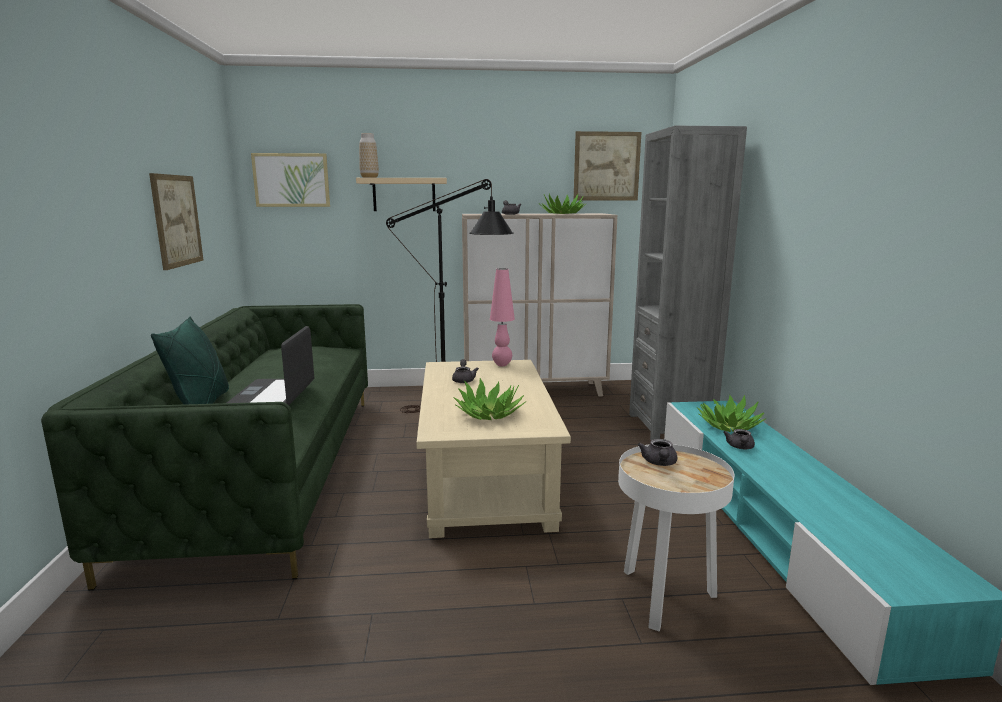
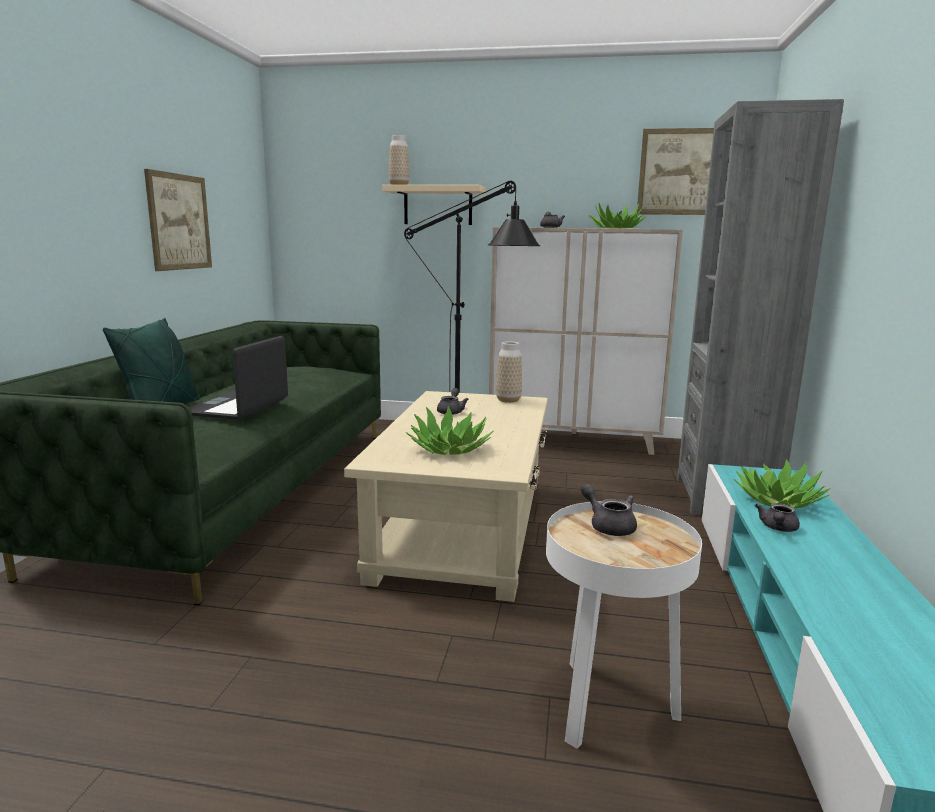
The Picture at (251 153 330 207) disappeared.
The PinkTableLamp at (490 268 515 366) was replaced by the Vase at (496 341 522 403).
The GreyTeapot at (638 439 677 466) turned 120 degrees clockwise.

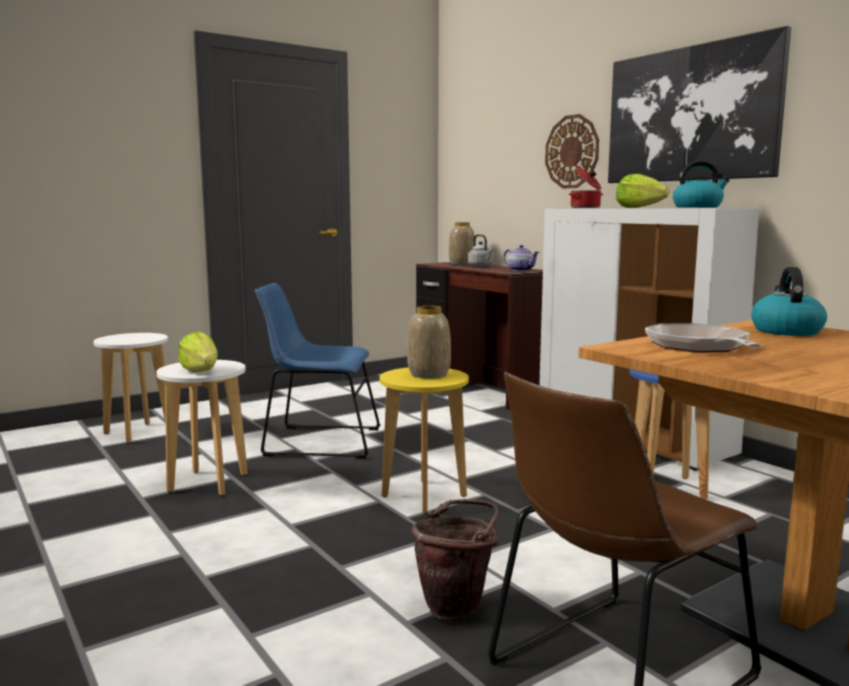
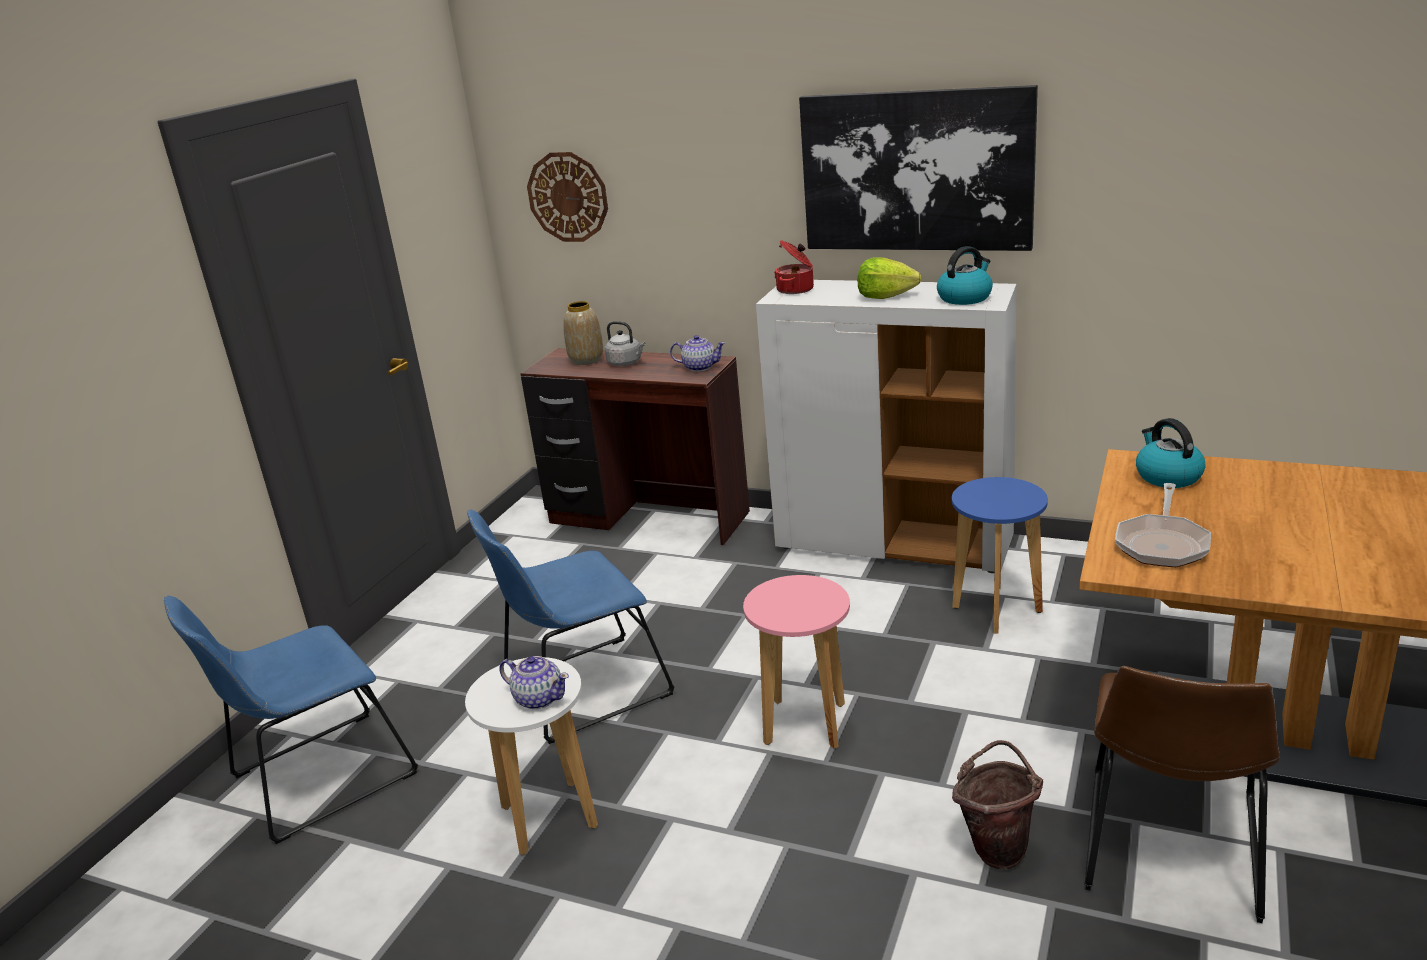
The Vase at (407 306 451 379) disappeared.
The WallClock moved from (545 114 599 189) to (527 152 608 242).
The WhiteStool at (93 333 168 443) was replaced by the BlueChair at (164 596 418 844).
The Lettuce at (178 332 218 372) was replaced by the Teapot at (499 656 569 709).
The YellowStool at (380 367 469 514) became the PinkStool at (743 575 850 749).
The FryingPan at (645 323 762 353) turned 120 degrees counterclockwise.

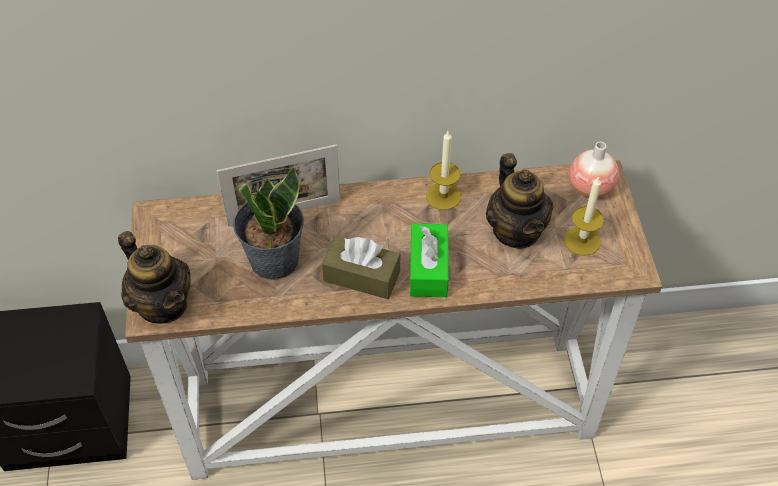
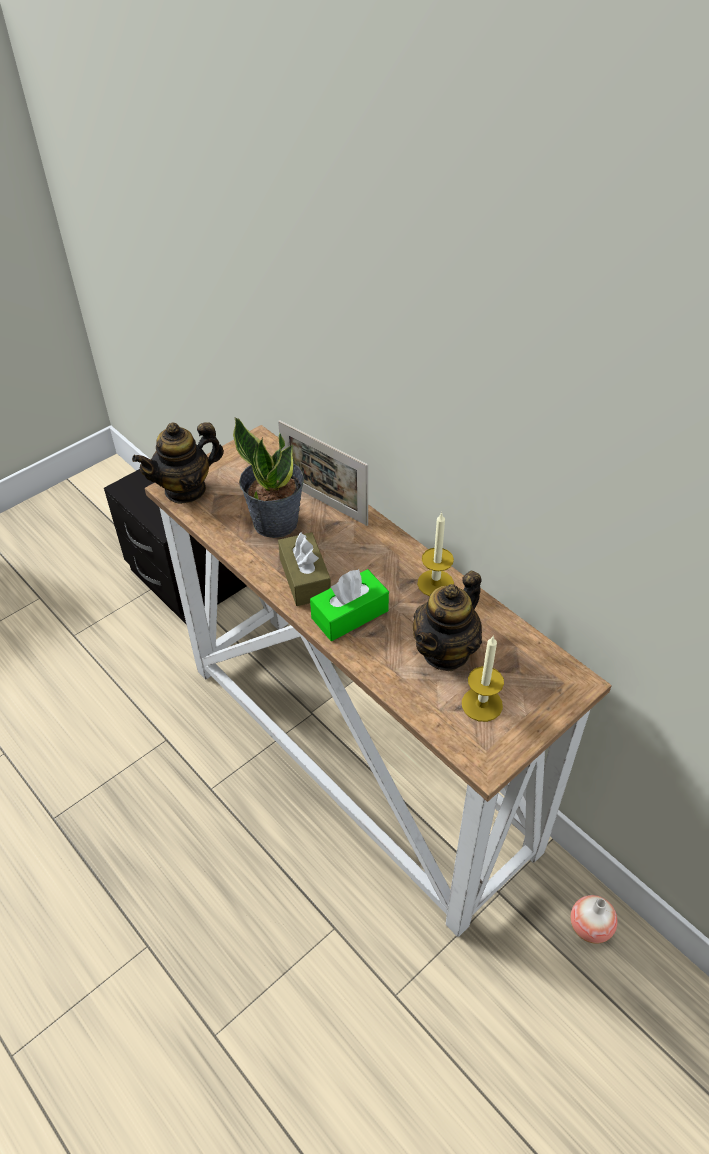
The Vase moved from (569 142 619 197) to (571 895 618 944).
The Teapot at (118 231 191 324) turned 45 degrees clockwise.

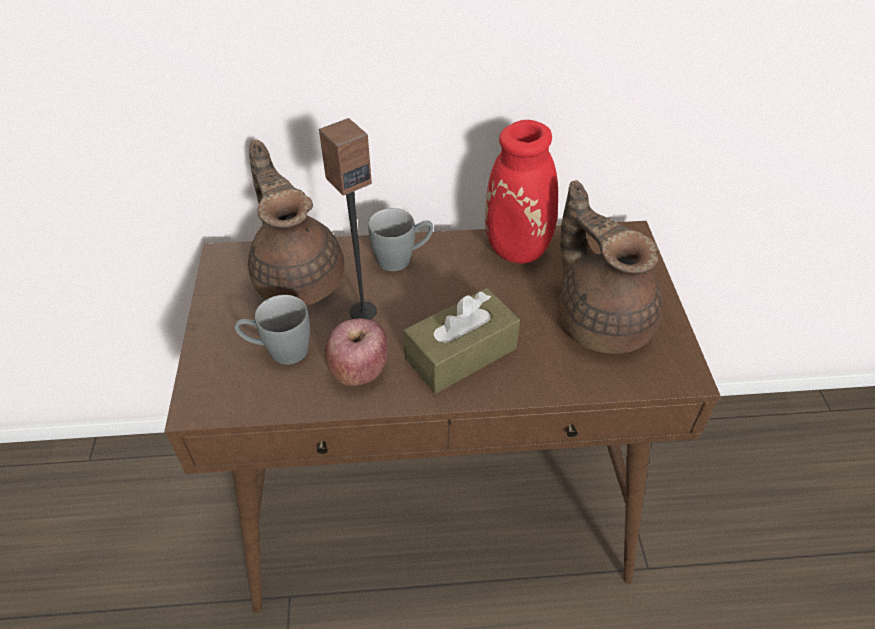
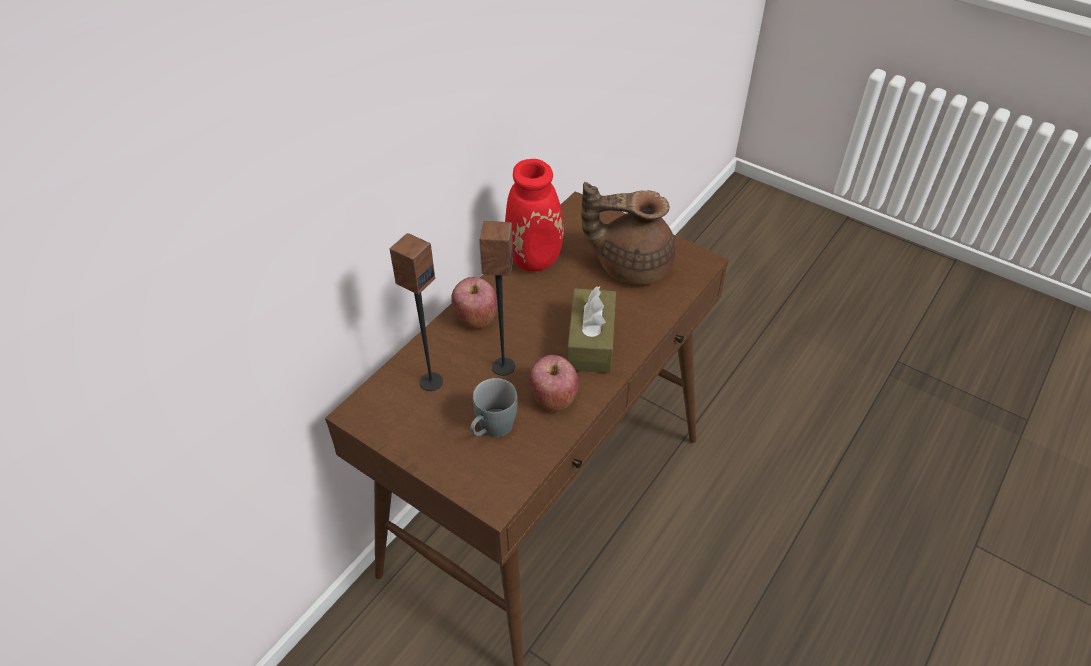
The BrownTeapot at (248 140 344 306) was replaced by the Speaker at (389 233 443 391).
The GreyMug at (368 208 433 271) was replaced by the Apple at (451 277 498 329).

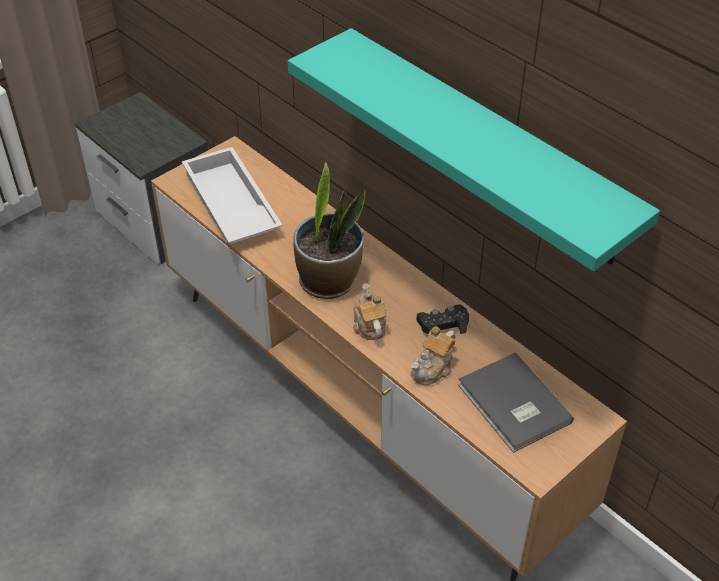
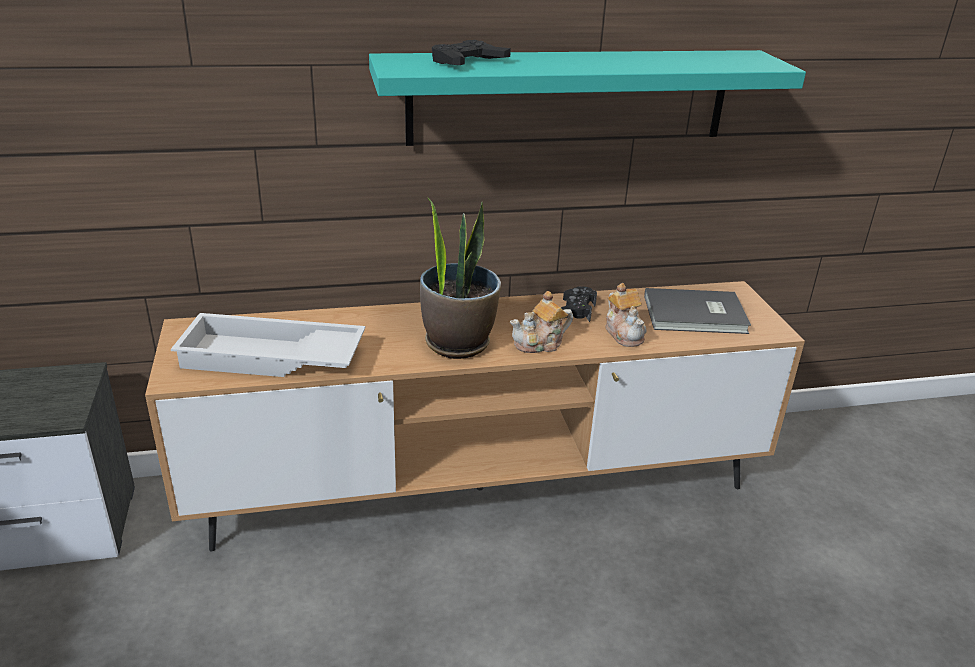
The BlackGameController at (432 40 511 65) appeared.
The Teapot at (353 283 387 340) turned 45 degrees counterclockwise.

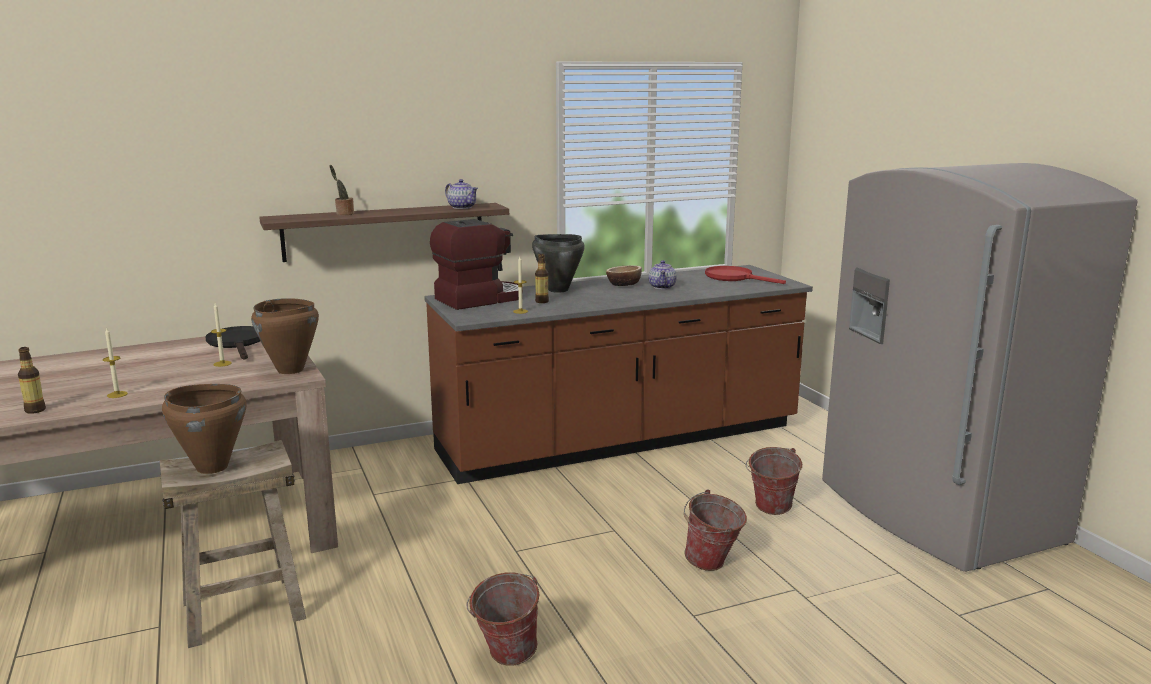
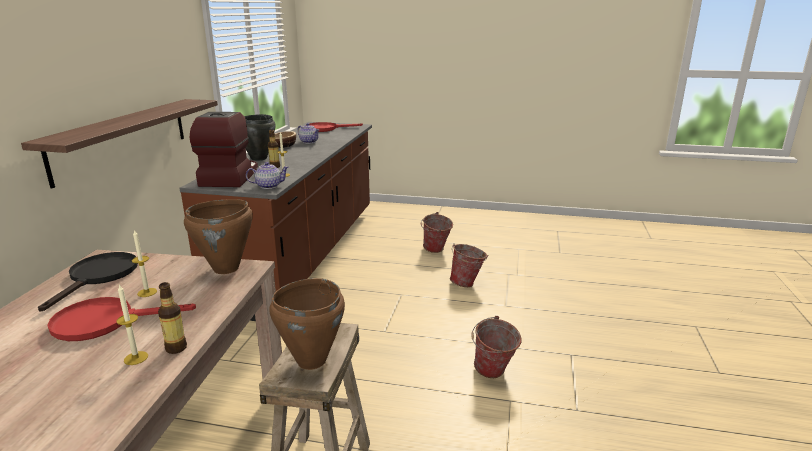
The PottedPlant at (330 165 354 215) disappeared.
The GreyFridge at (822 163 1138 572) disappeared.
The RedFryingPan at (47 297 196 341) appeared.
The Bottle moved from (18 347 46 414) to (158 282 187 354).
The Teapot moved from (445 179 478 209) to (246 162 289 189).
The BlackFryingPan at (206 326 260 360) turned 90 degrees clockwise.

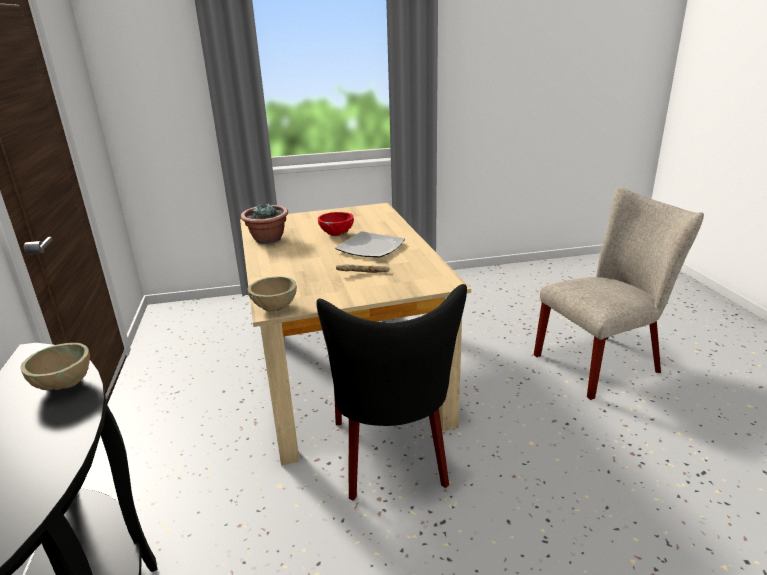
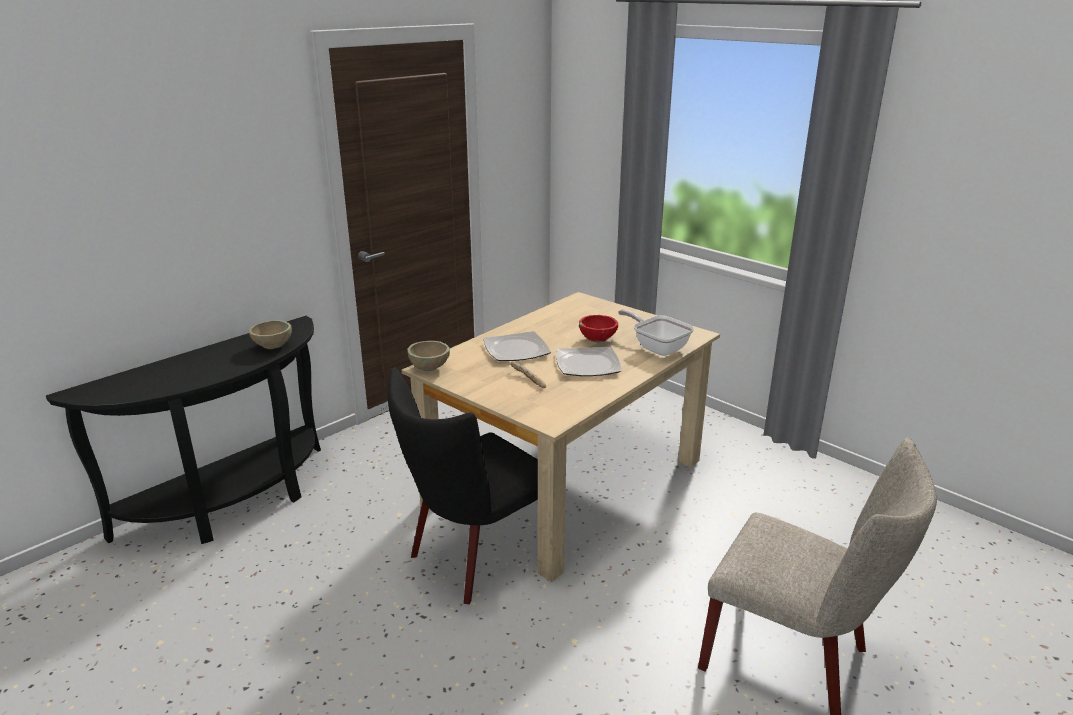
The PottedPlant at (241 203 288 244) disappeared.
The Plate at (483 331 551 361) appeared.
The FryingPan at (618 309 694 356) appeared.

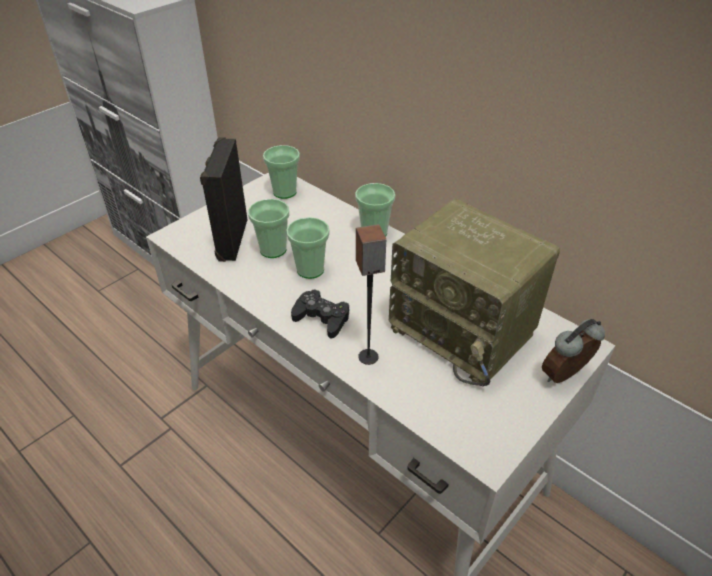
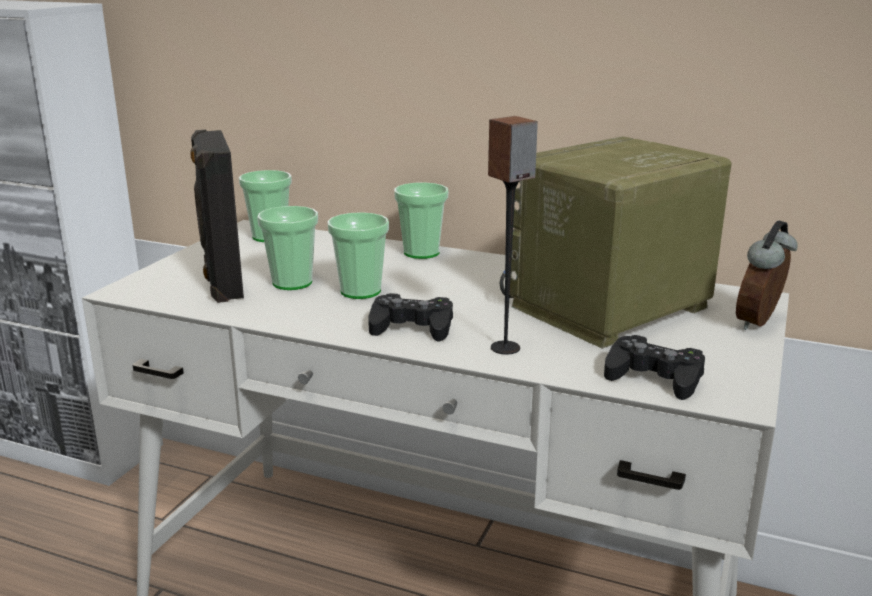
The BlackGameController at (604 335 705 400) appeared.
The Radio at (389 199 560 387) turned 120 degrees clockwise.

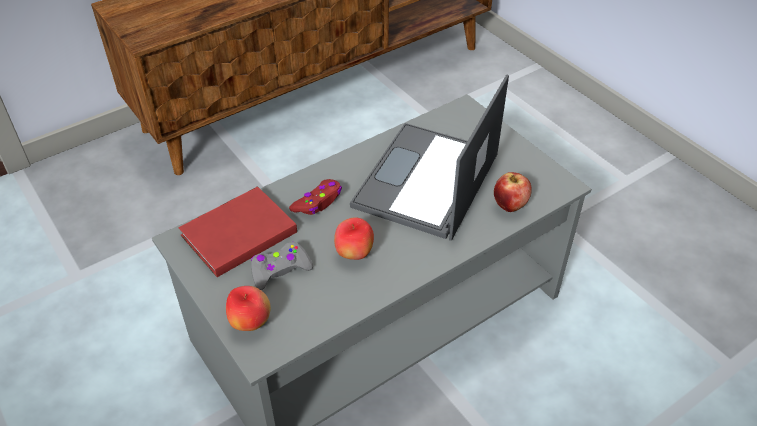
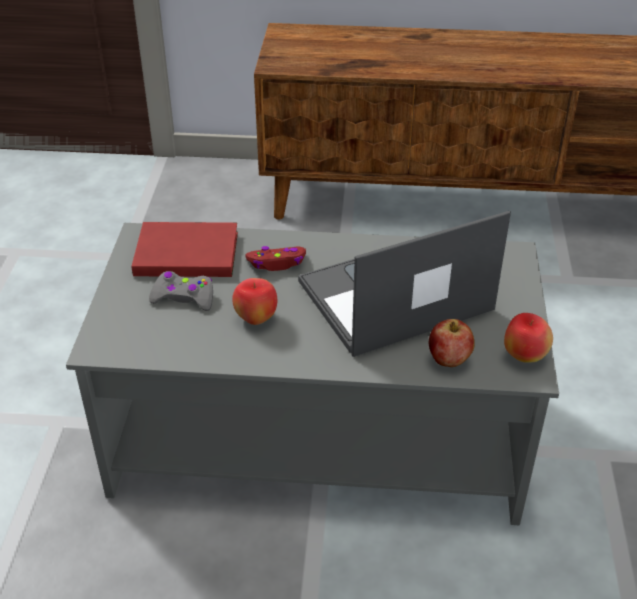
The Apple moved from (226 286 271 331) to (504 313 553 363).

